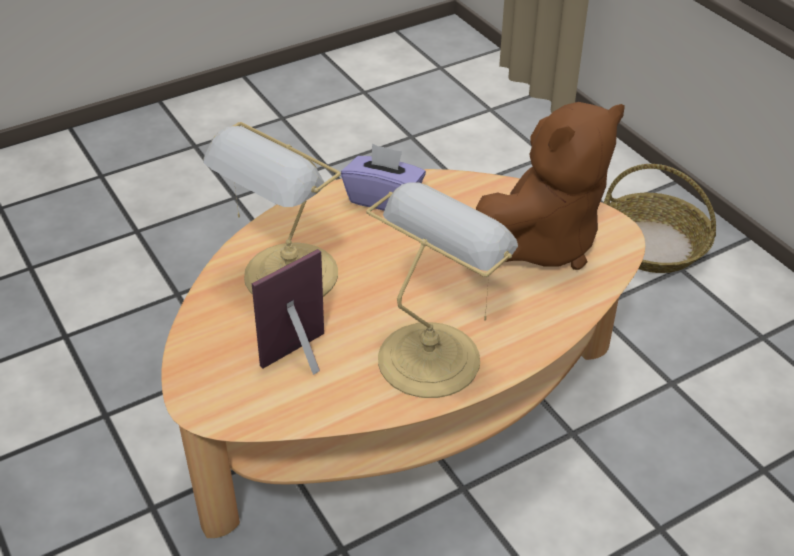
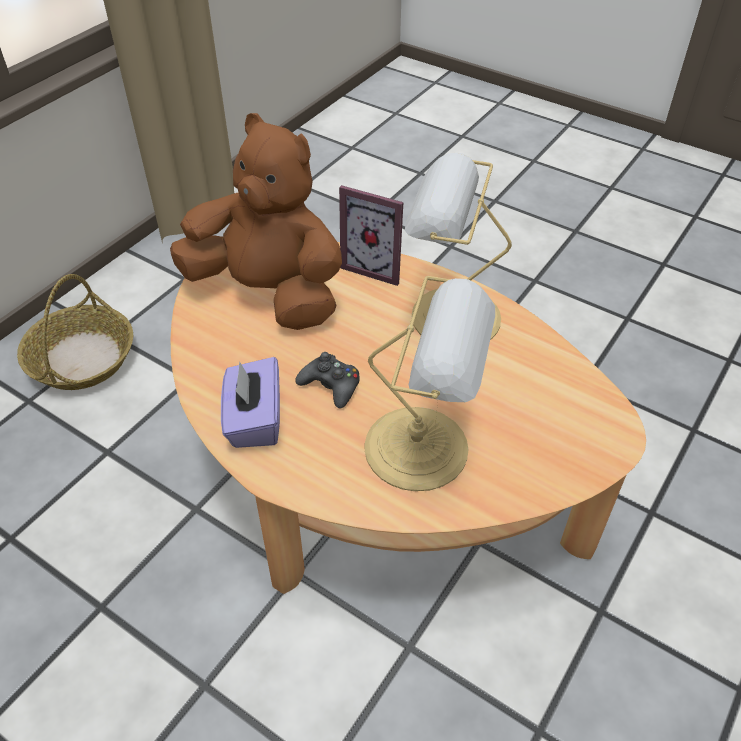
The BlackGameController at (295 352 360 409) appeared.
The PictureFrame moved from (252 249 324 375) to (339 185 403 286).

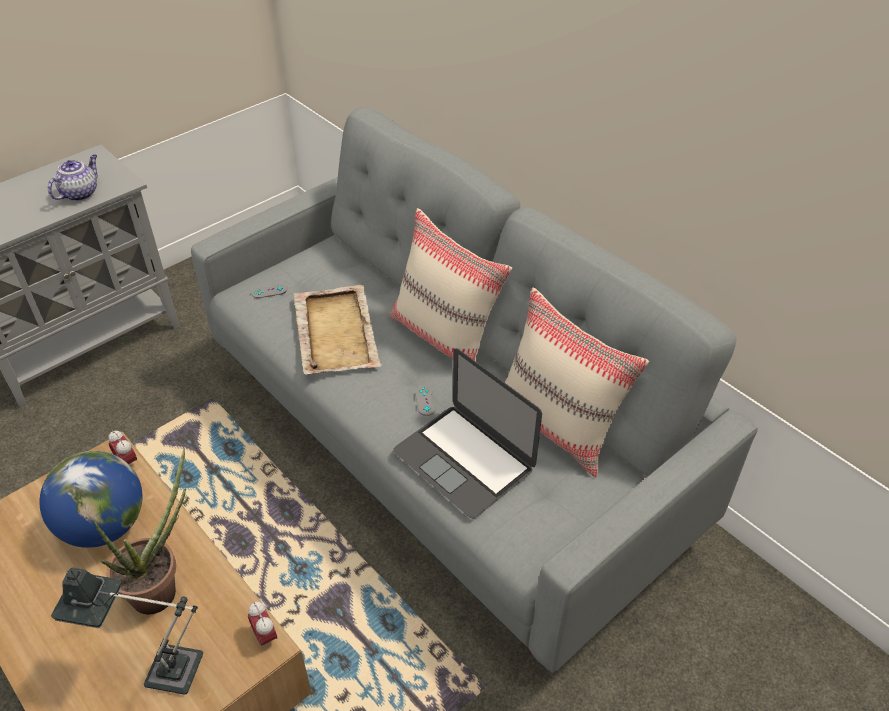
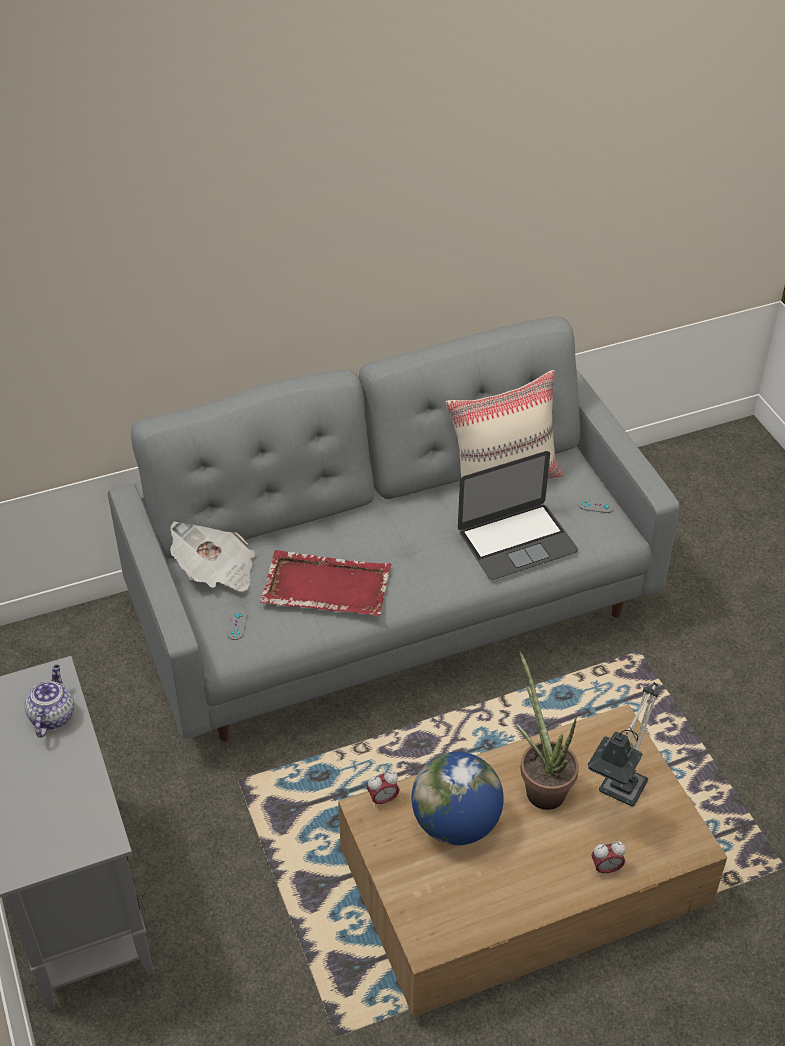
The BeigePillow at (389 208 512 361) disappeared.
The Newspaper at (170 522 255 592) appeared.
The AlarmClock moved from (248 602 277 649) to (591 841 626 875).
The GreyGameController moved from (415 385 436 416) to (578 499 614 513).
The BeigeTray at (293 285 382 375) became the RedTray at (260 550 392 616).
The Teapot at (48 154 97 201) turned 45 degrees clockwise.

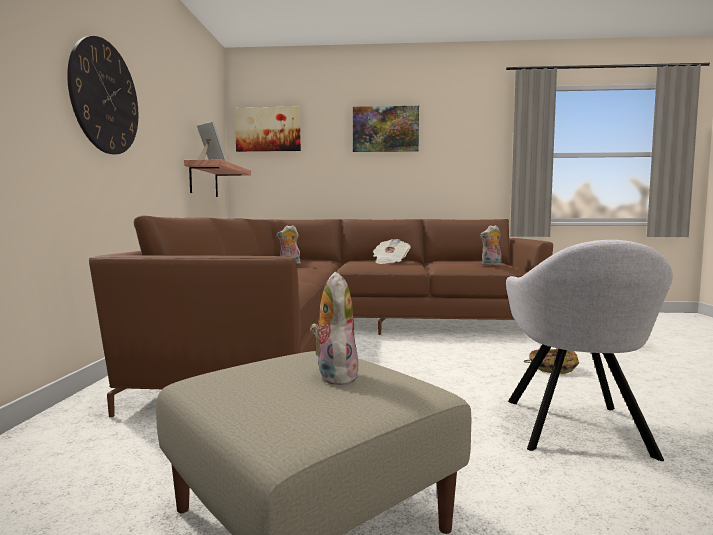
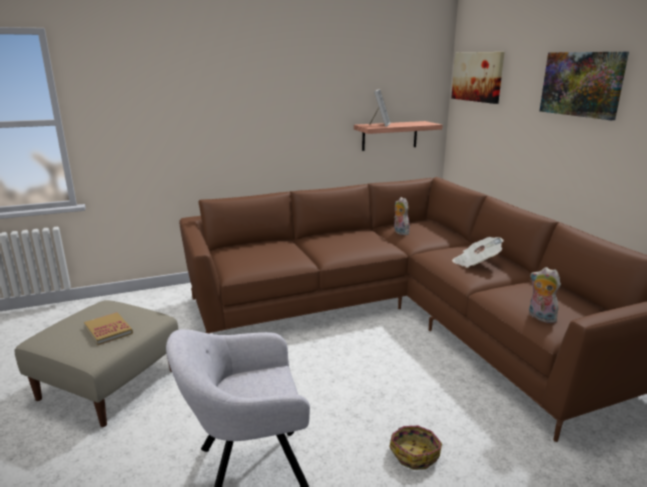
The WallClock at (67 36 138 154) disappeared.
The PlushToy at (310 272 359 385) was replaced by the Book at (84 312 133 345).

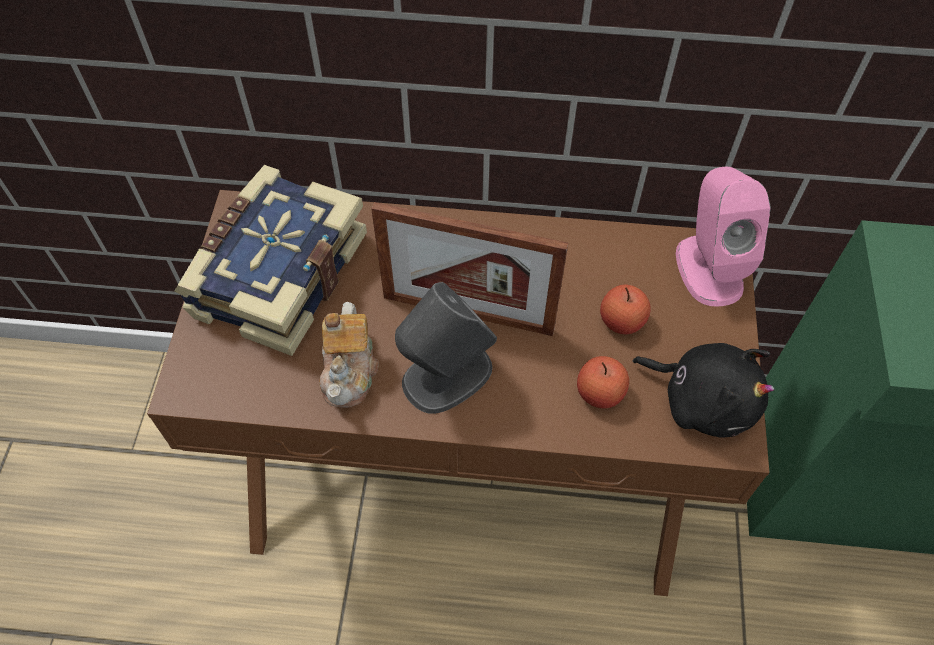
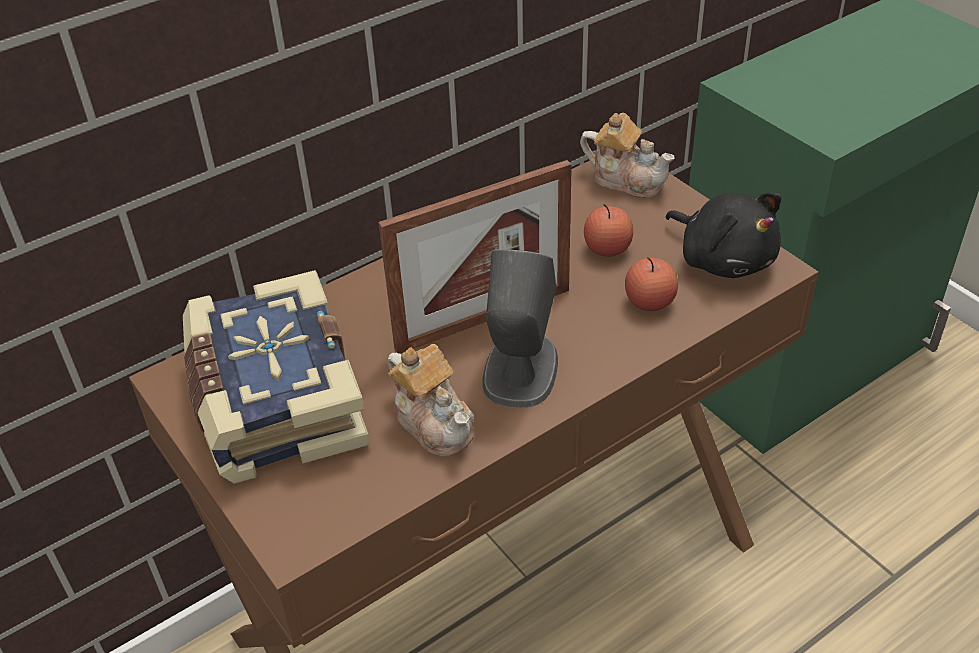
The PinkSpeaker at (676 167 771 307) was replaced by the Teapot at (580 113 675 198).
The BlackPlushToy at (632 343 774 437) turned 60 degrees clockwise.

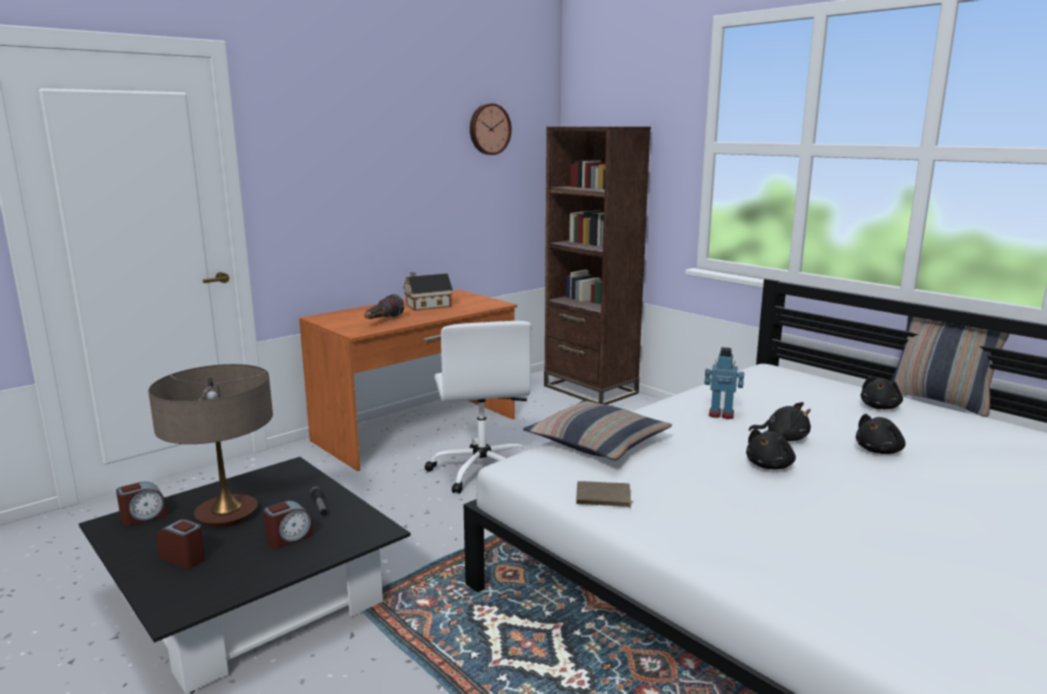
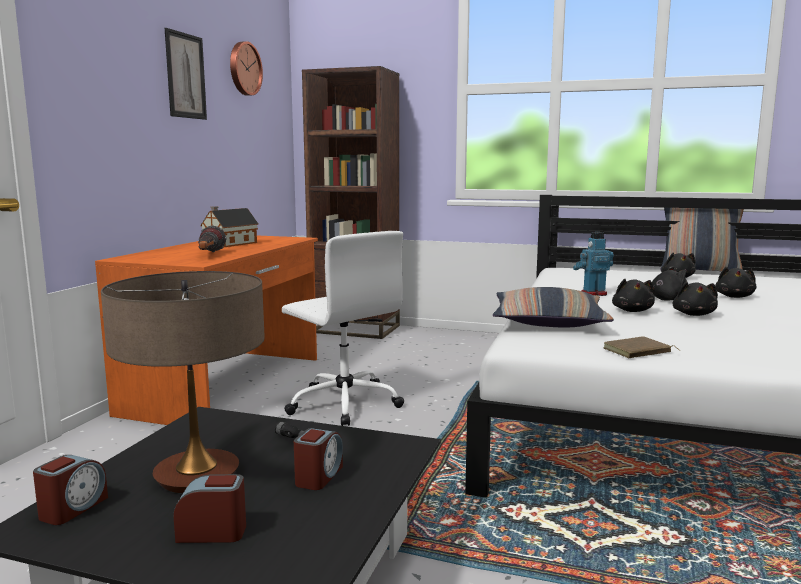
The Picture at (165 28 207 120) appeared.
The BlackPlushToy at (612 279 655 312) appeared.

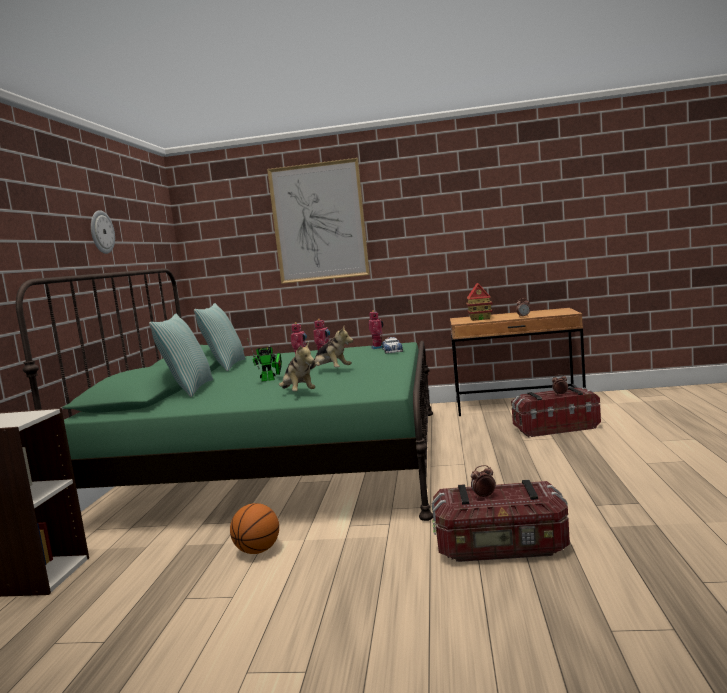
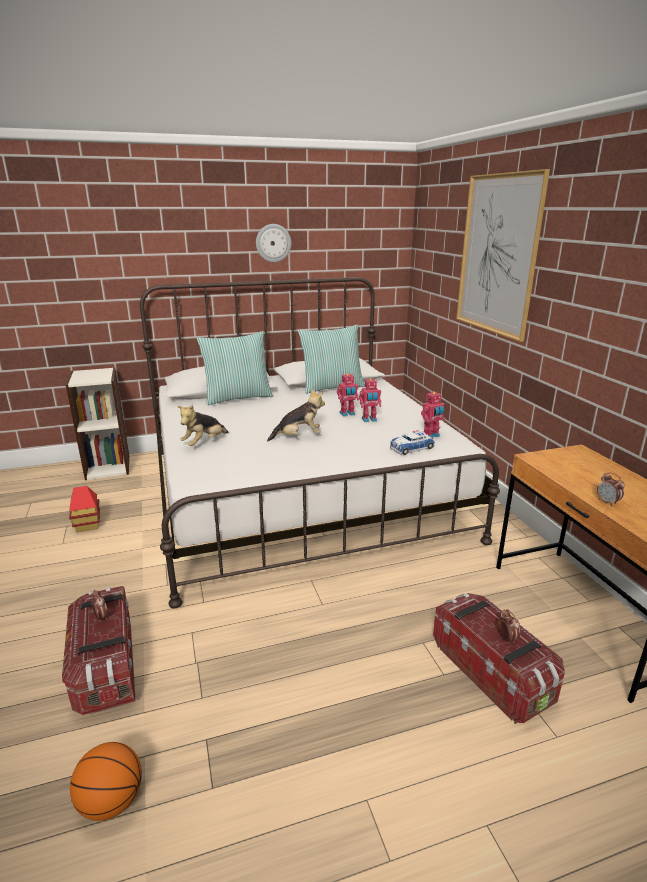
The ToyRobot at (247 338 282 382) disappeared.
The Basketball moved from (230 503 279 554) to (70 742 142 821).
The ToyHouse moved from (466 283 493 321) to (69 486 100 532).
The GreenBed at (16 268 433 521) became the WhiteBed at (140 277 500 608).
The PlushToy at (310 327 353 370) turned 120 degrees counterclockwise.

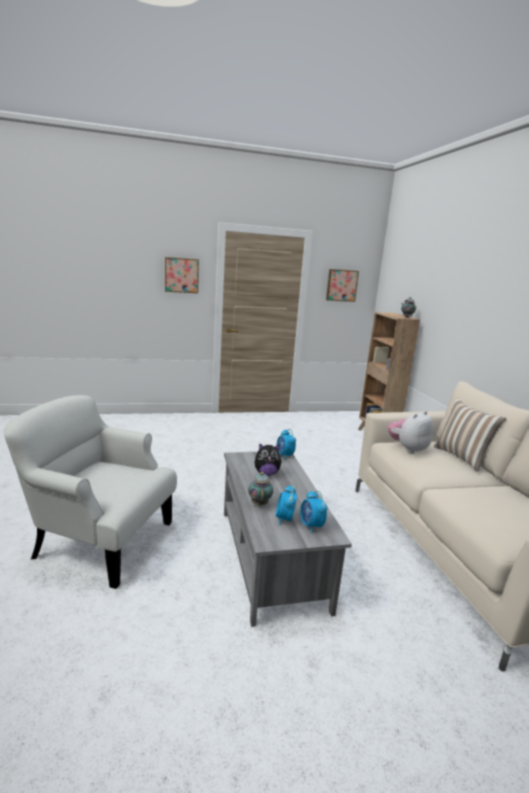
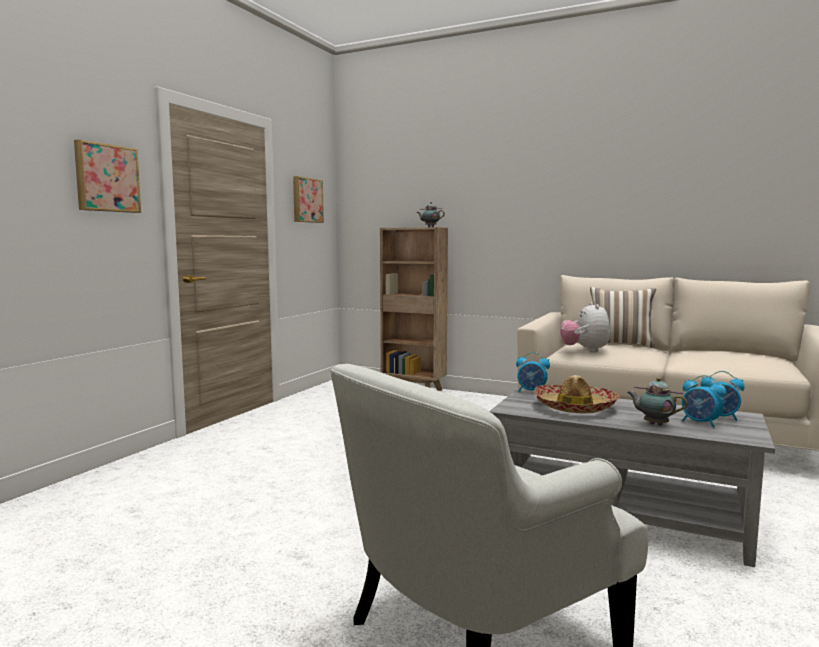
The PlushToy at (254 443 282 476) was replaced by the Hat at (534 375 619 413).

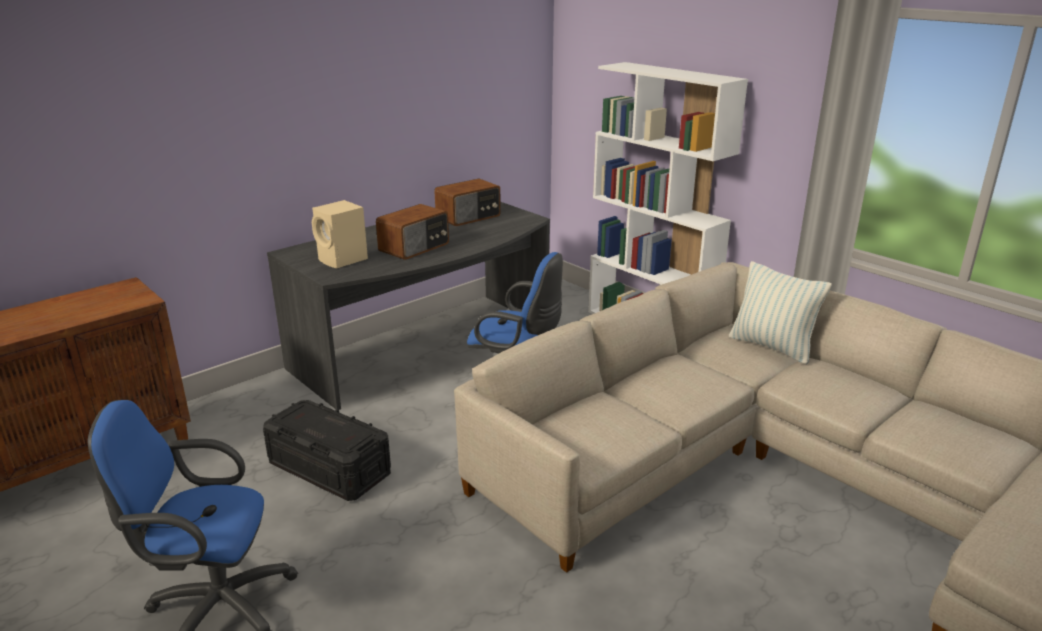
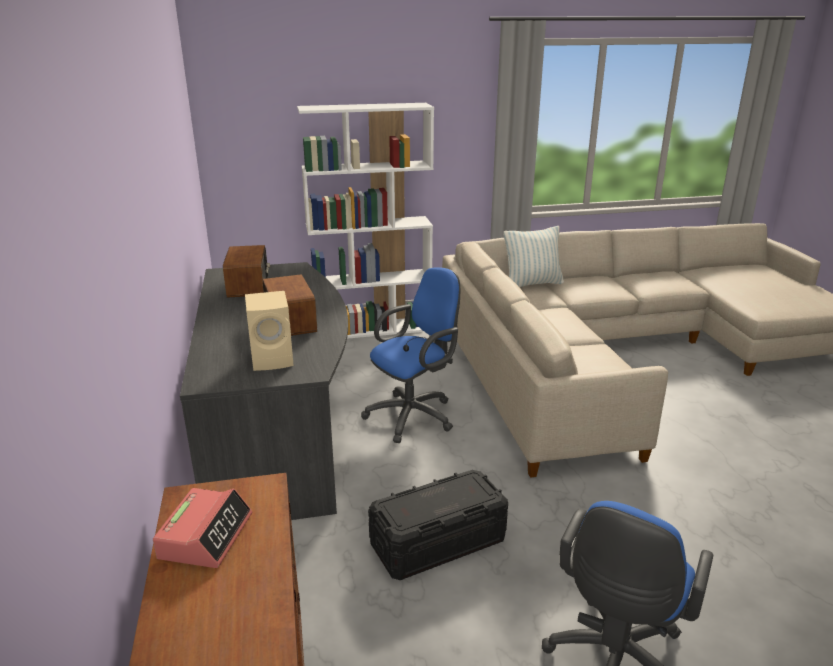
The AlarmClock at (153 488 252 568) appeared.

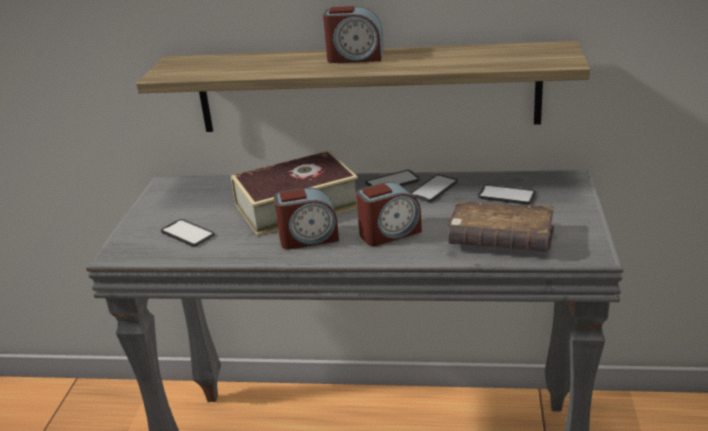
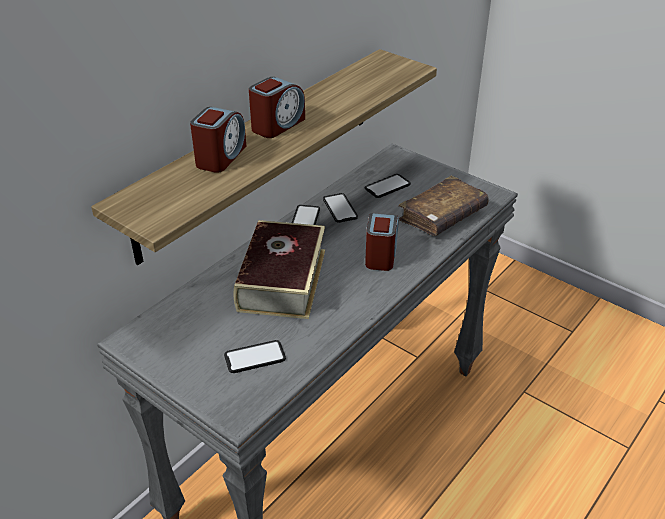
The AlarmClock moved from (274 187 339 249) to (190 107 246 173).

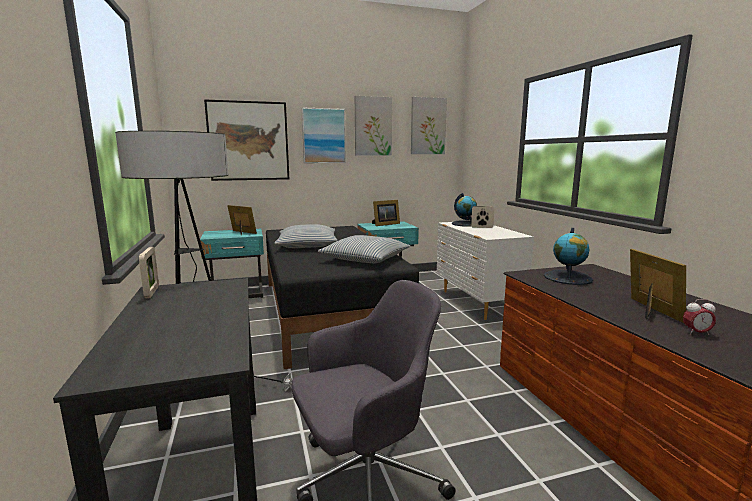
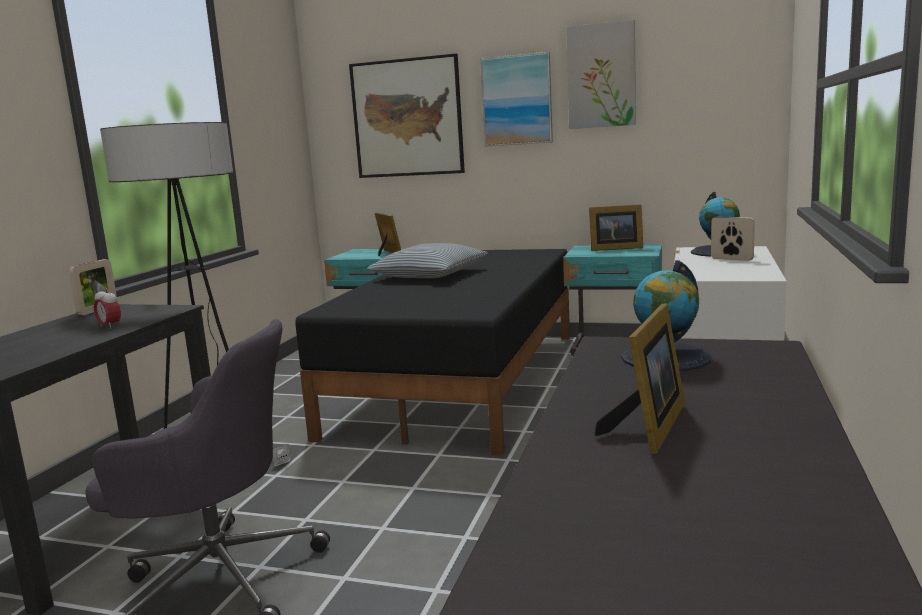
The Pillow at (318 235 410 263) disappeared.
The Picture at (411 97 447 154) disappeared.
The AlarmClock moved from (683 299 716 335) to (94 287 121 329).

